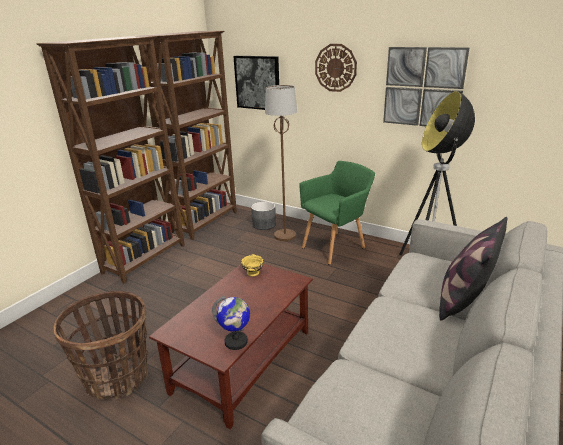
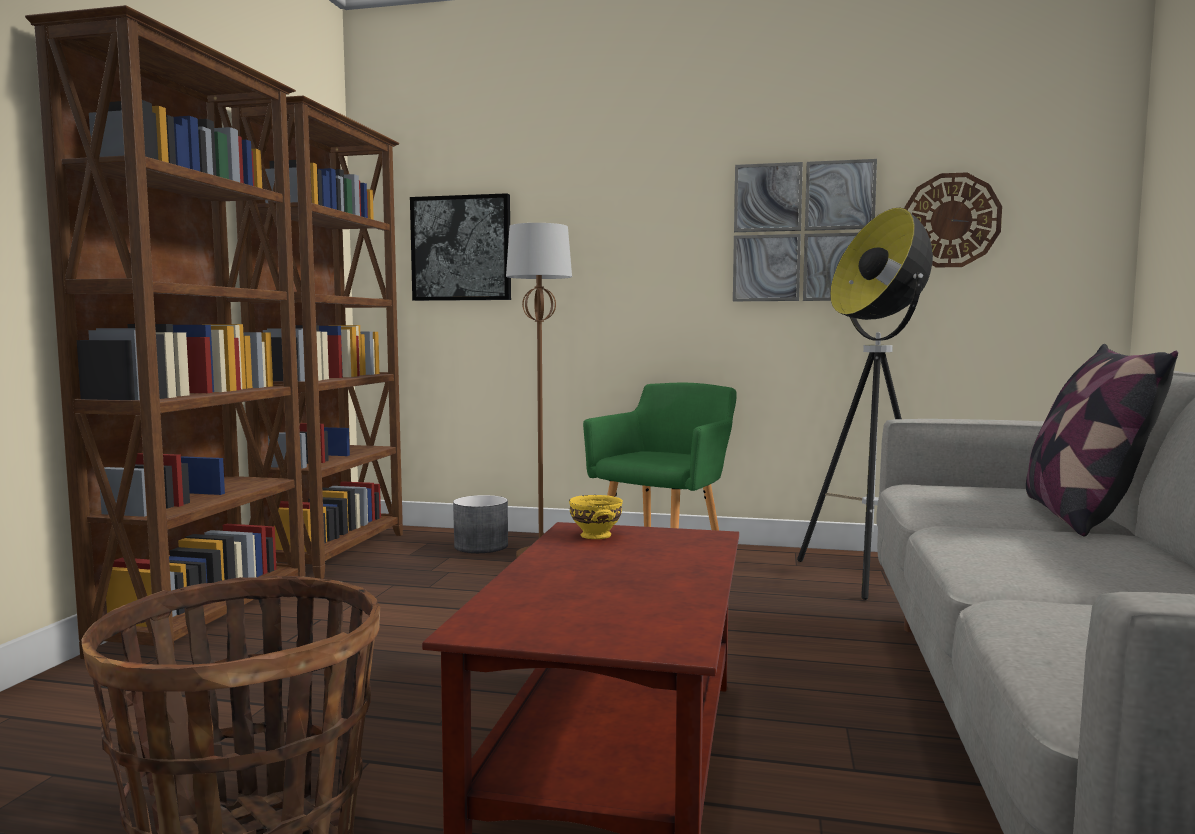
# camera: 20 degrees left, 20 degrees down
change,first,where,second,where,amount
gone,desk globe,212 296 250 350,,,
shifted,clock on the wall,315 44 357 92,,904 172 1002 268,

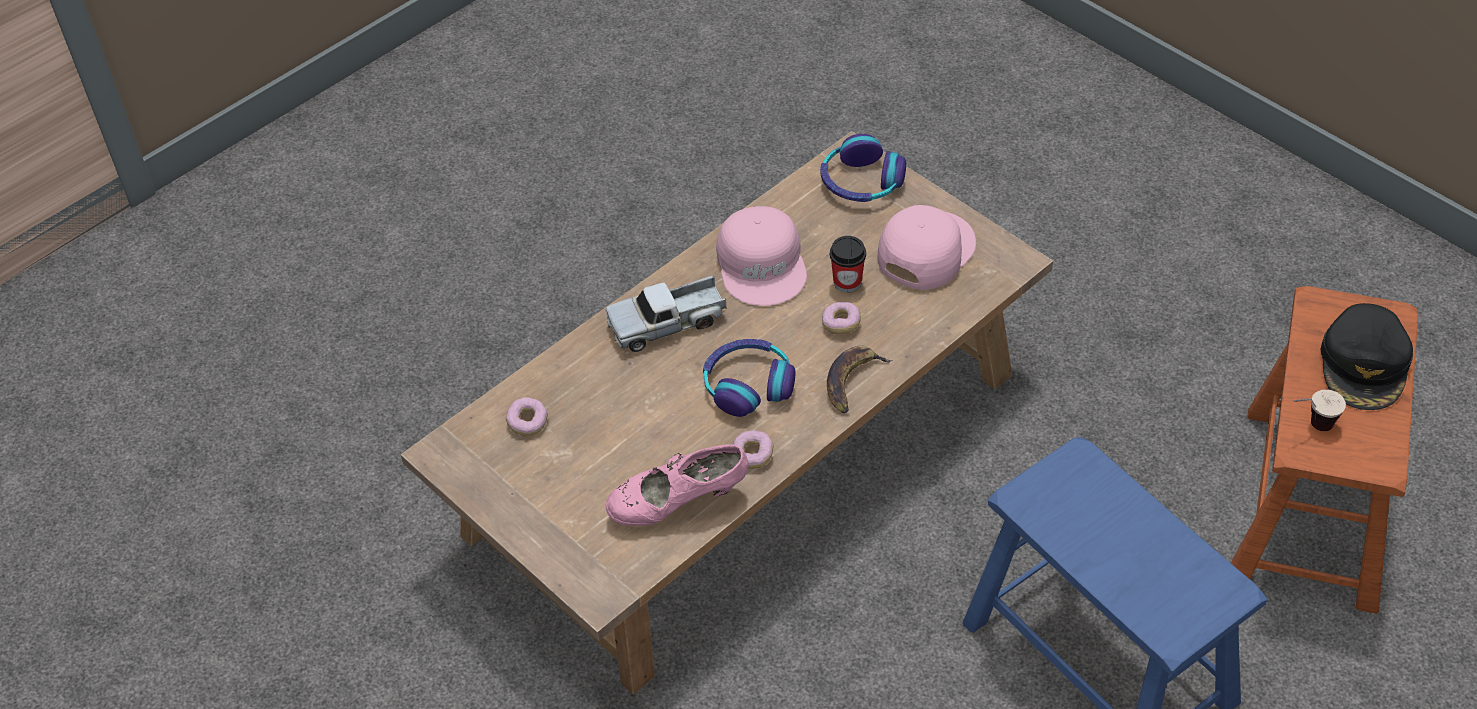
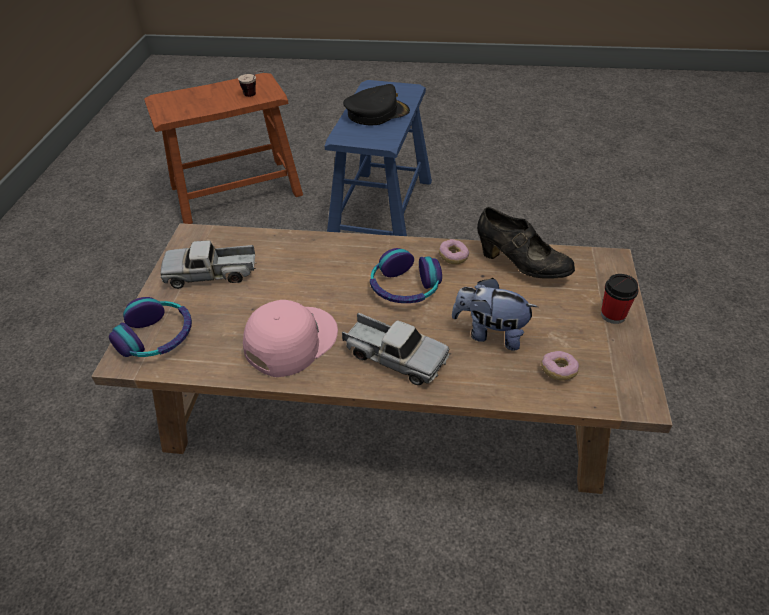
# camera: 130 degrees left, 5 degrees down
change,first,where,second,where,amount
repainted,pink item of footwear,606 444 749 526,black-coloured item of footwear,477 207 575 279,
gone,donut,822 302 861 334,,,
gone,banana,827 346 892 413,,,
shifted,drinking cup,830 236 866 293,,601 274 639 324,
swapped,pink baseball cap,878 205 976 290,toy truck,160 241 257 289,
shifted,black-coloured baseball cap,1321 303 1413 410,,343 84 410 125,
new,,,cuddly toy,452 278 538 351,

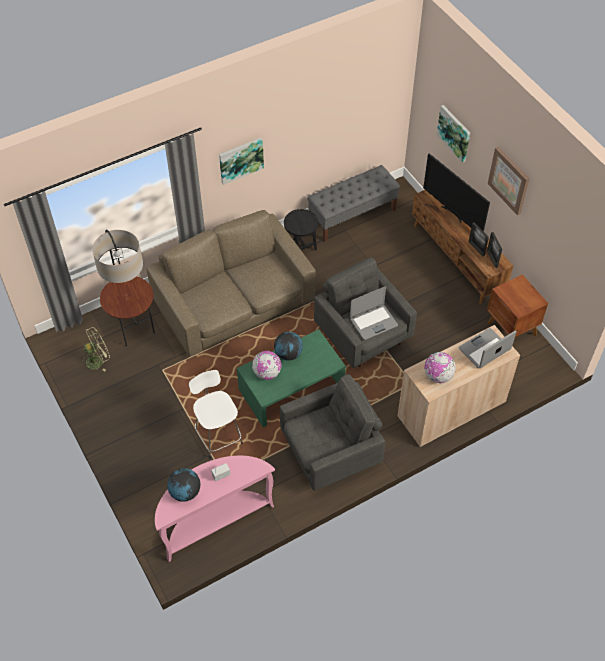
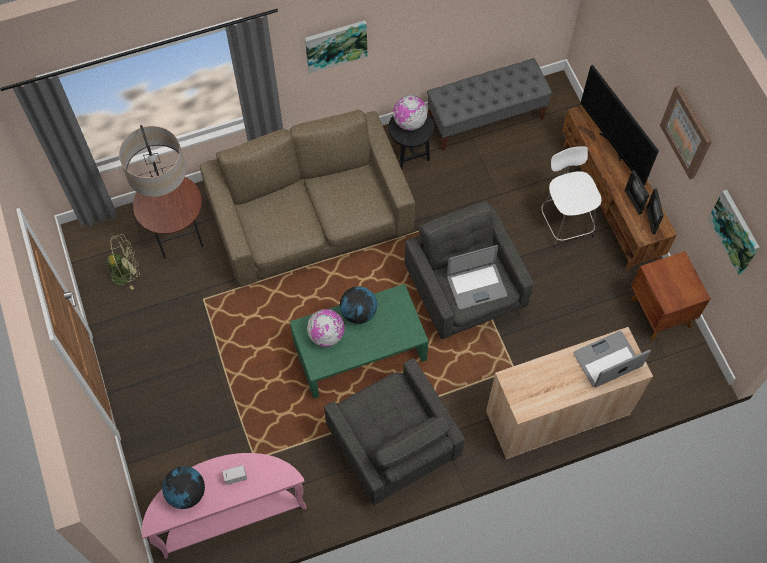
# camera: 10 degrees right, 10 degrees up
change,first,where,second,where,amount
shifted,white-coloured stool seat,189 370 243 459,,539 146 602 248,
rotated,grey lounge chair,280 374 385 491,,324 358 465 505,75 degrees clockwise
shifted,desk globe,424 352 456 383,,393 95 428 131,
shifted,picture,437 105 470 163,,708 190 759 275,

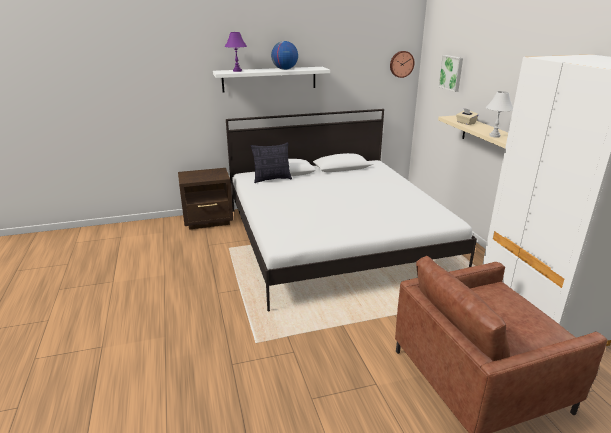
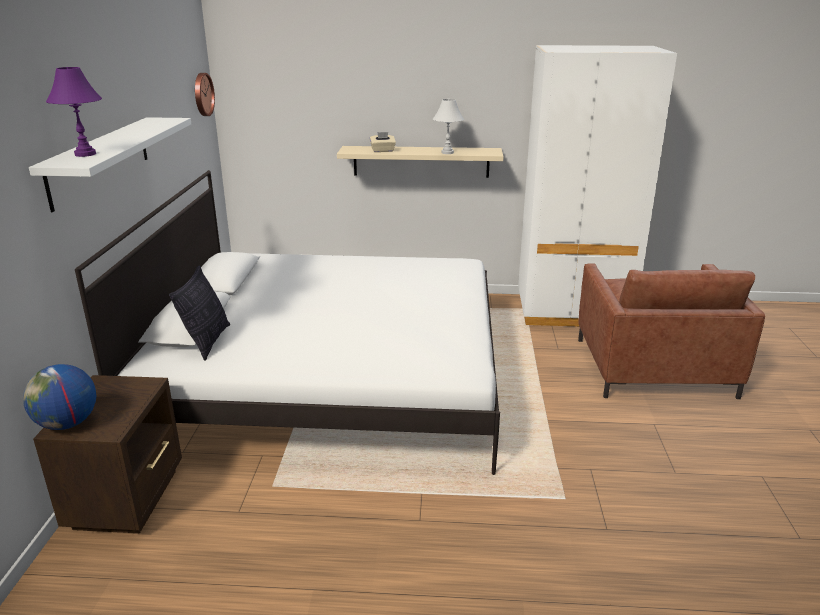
# camera: 70 degrees left, 0 degrees up
change,first,where,second,where,amount
shifted,desk globe,271 41 298 70,,23 364 96 430,
gone,picture,438 55 463 92,,,

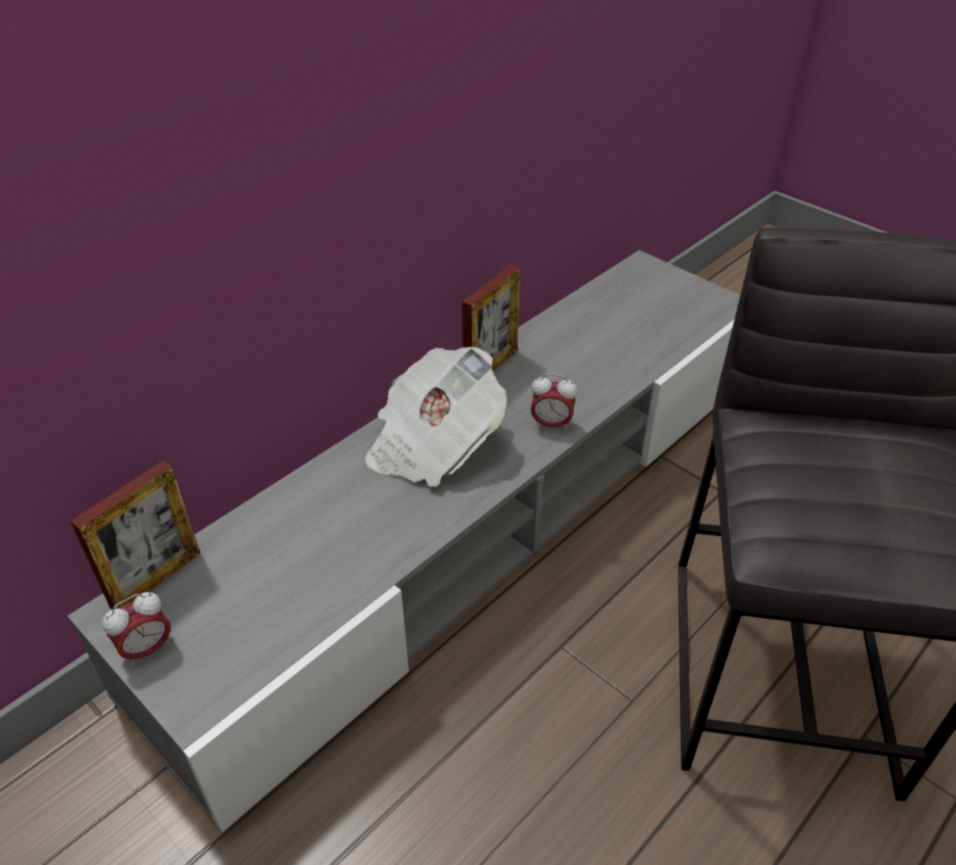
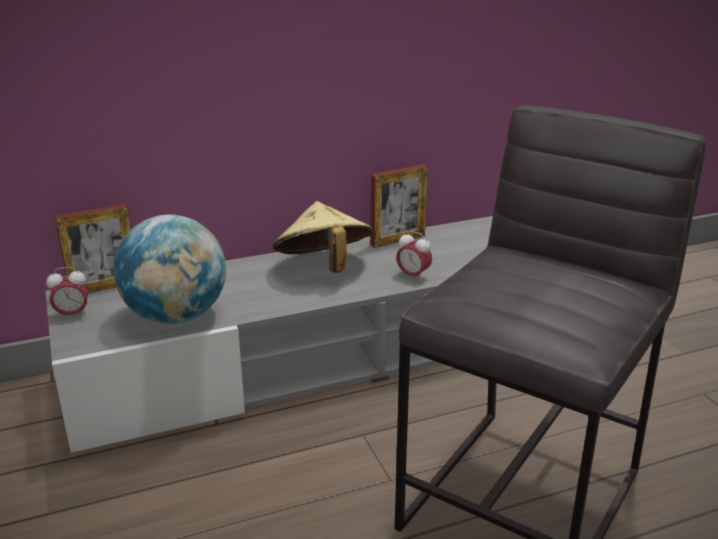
# camera: 25 degrees right, 15 degrees down
change,first,where,second,where,amount
swapped,printed paper,365 347 507 487,sand-coloured hat,273 201 373 273,
new,,,desk globe,113 215 226 324,

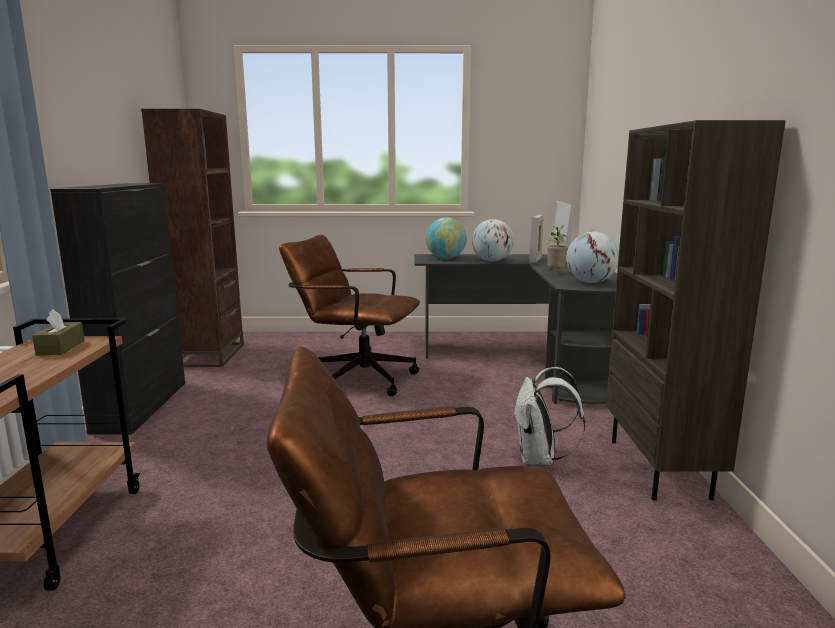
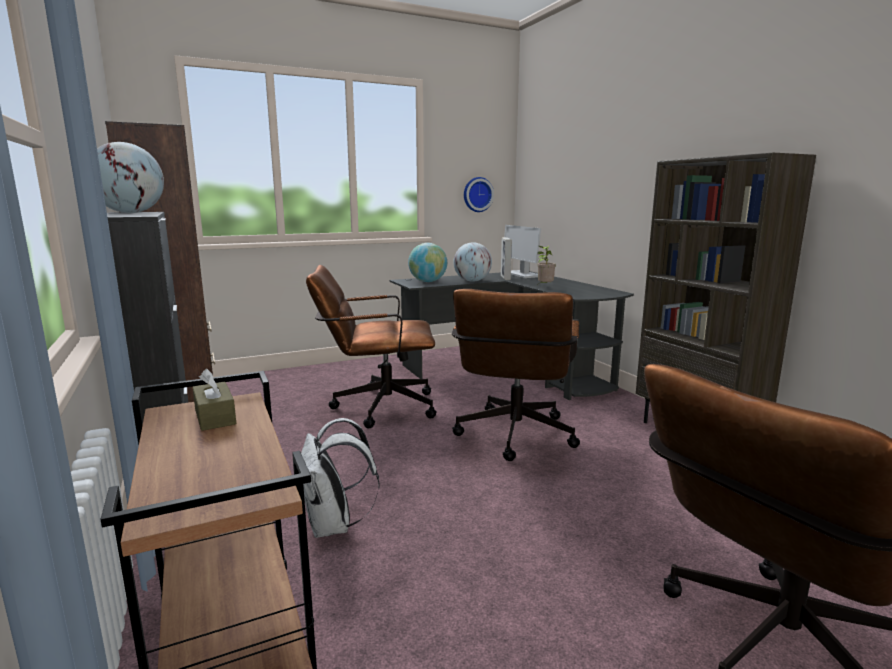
# camera: 25 degrees left, 0 degrees up
change,first,where,second,where,amount
shifted,white-coloured rucksack,513 367 586 465,,301 418 380 538,
shifted,desk globe,566 232 619 283,,97 142 164 213,
new,,,brown-coloured office chair,452 289 580 461,
new,,,clock on the wall,464 177 494 212,

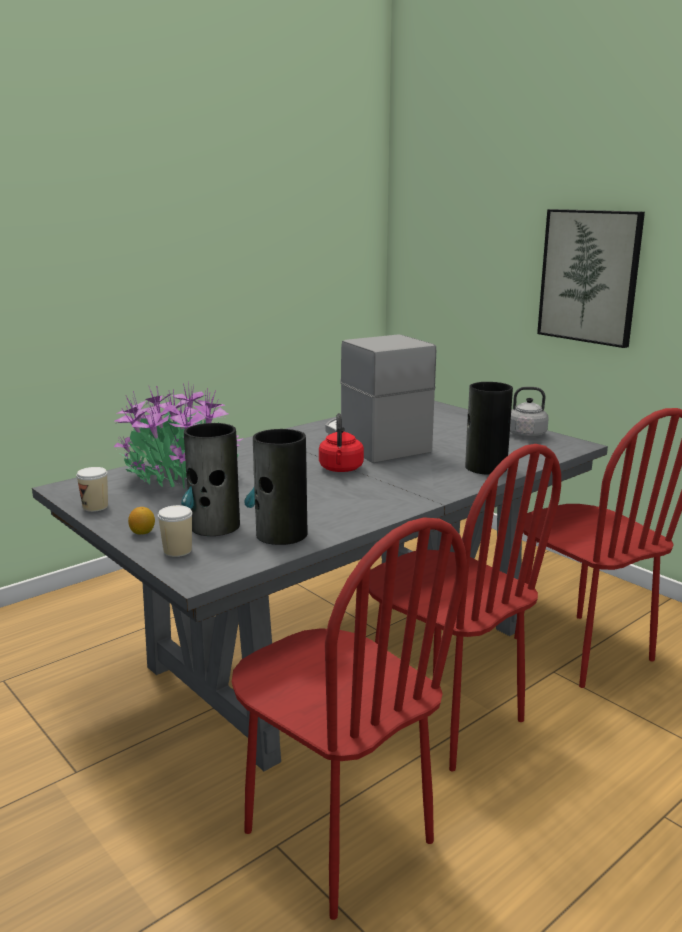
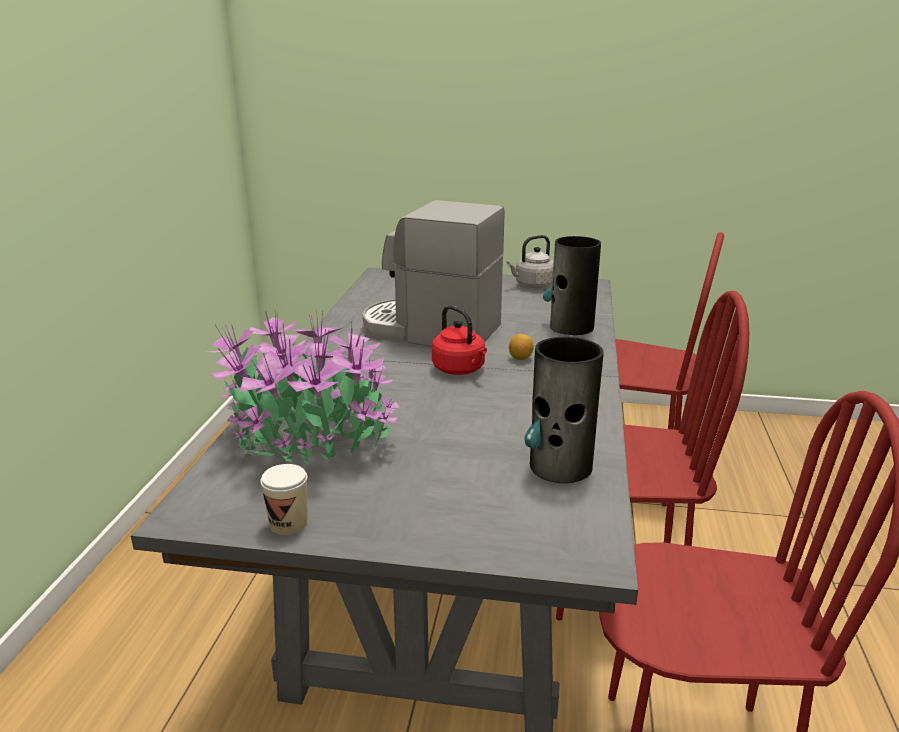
# camera: 40 degrees left, 5 degrees up
change,first,where,second,where,amount
shifted,whole lemon,128 507 155 534,,509 334 534 360,
gone,drinking cup,158 505 192 557,,,
gone,decorative vase,181 423 240 536,,,
gone,picture,537 209 645 348,,,

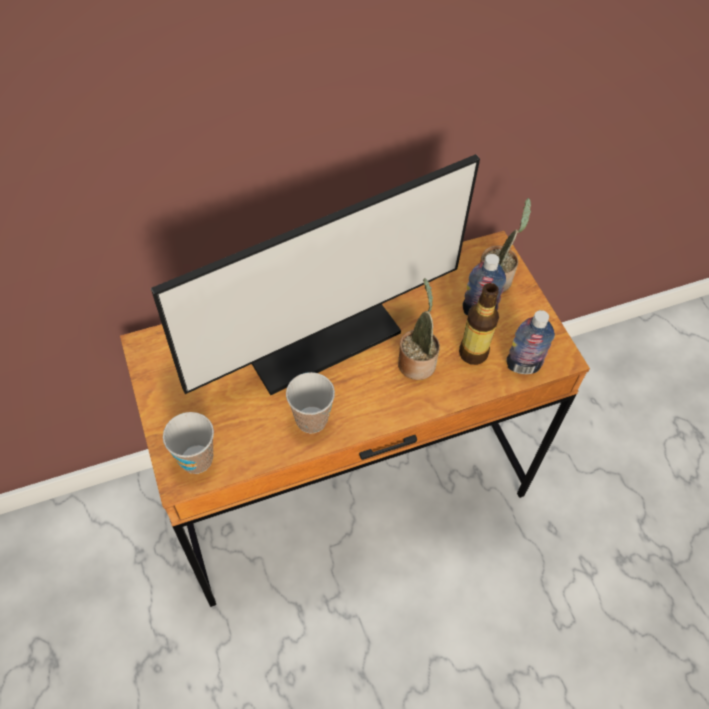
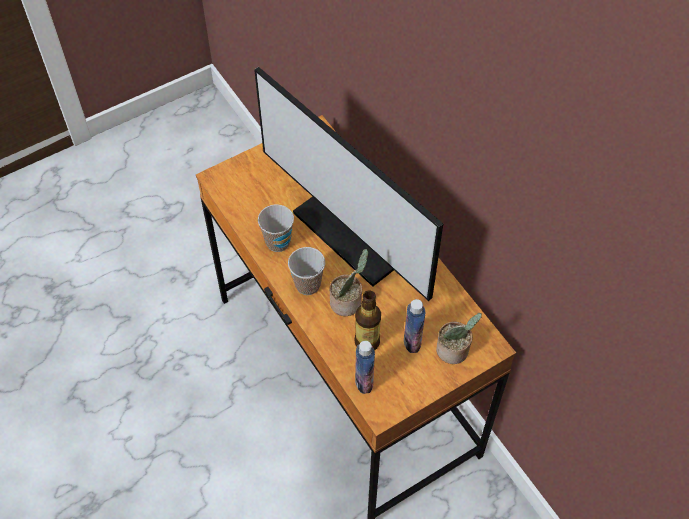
# camera: 80 degrees right, 0 degrees up
change,first,where,second,where,amount
shifted,drinking cup,163 412 214 474,,288 247 325 295,

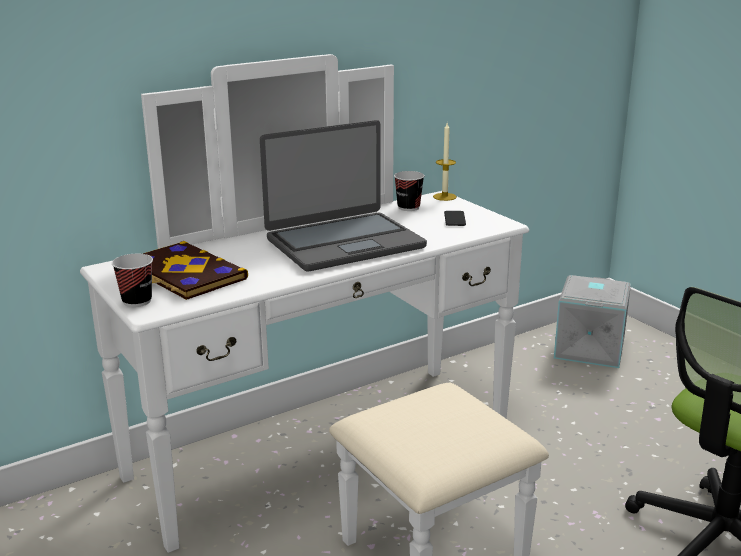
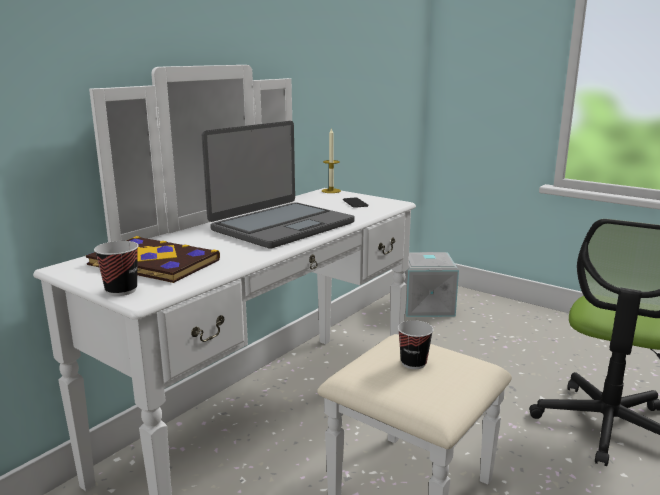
# camera: 20 degrees left, 5 degrees down
change,first,where,second,where,amount
shifted,drinking cup,394 171 425 211,,398 320 434 369,

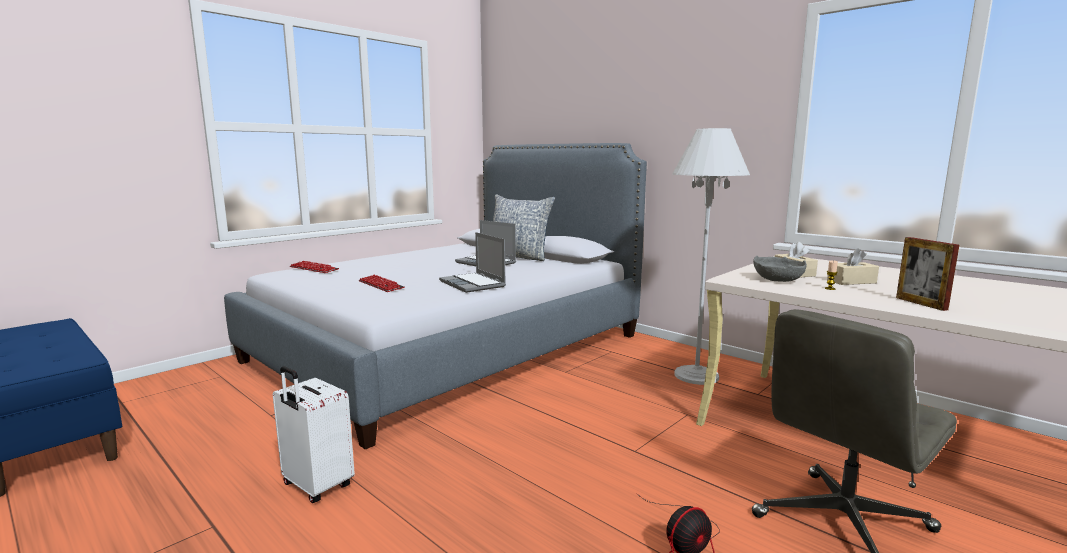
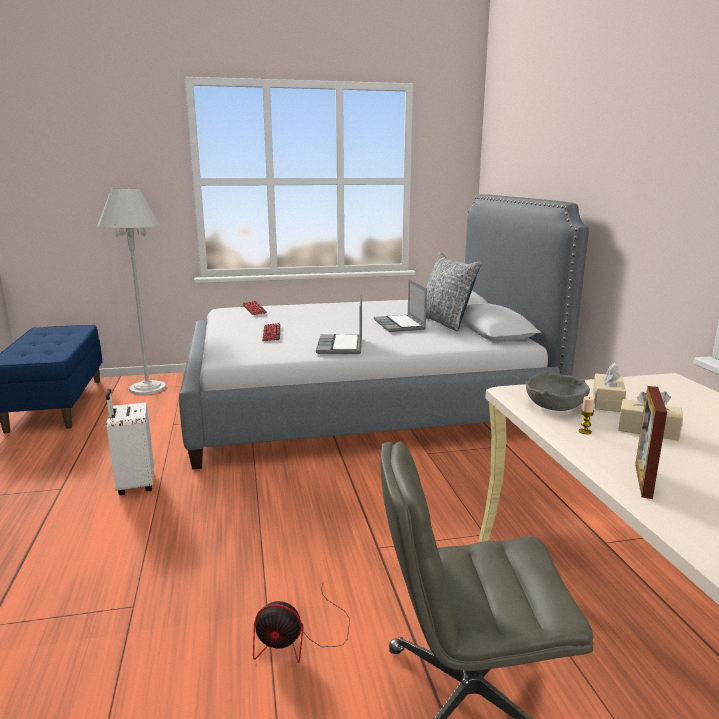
# camera: 35 degrees right, 5 degrees up
change,first,where,second,where,amount
shifted,white-coloured floor lamp,672 128 750 385,,97 188 166 395,

